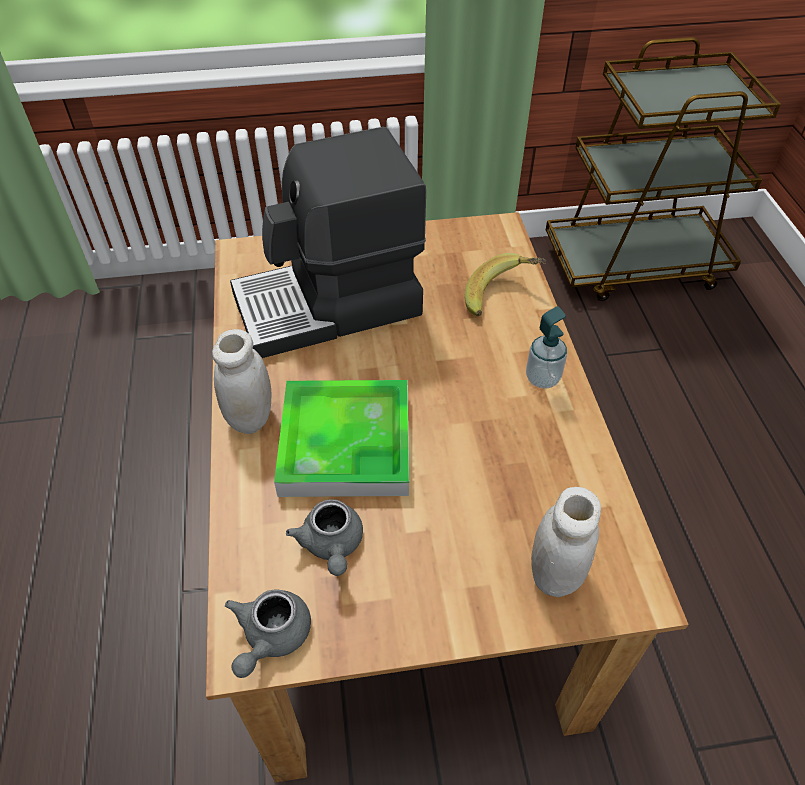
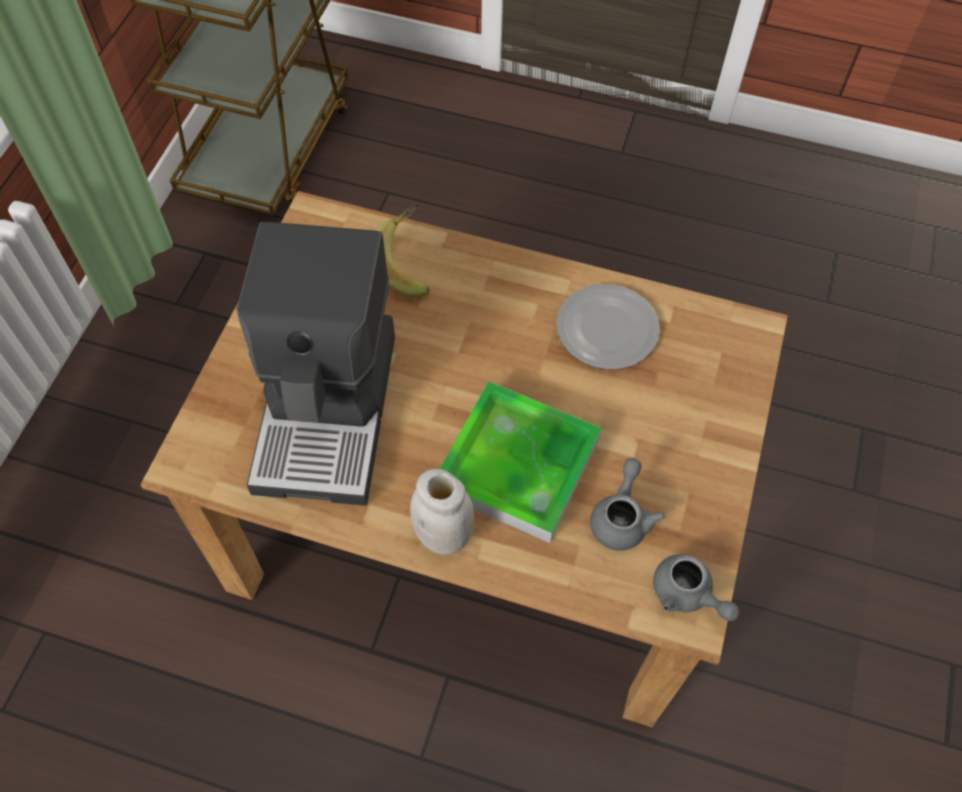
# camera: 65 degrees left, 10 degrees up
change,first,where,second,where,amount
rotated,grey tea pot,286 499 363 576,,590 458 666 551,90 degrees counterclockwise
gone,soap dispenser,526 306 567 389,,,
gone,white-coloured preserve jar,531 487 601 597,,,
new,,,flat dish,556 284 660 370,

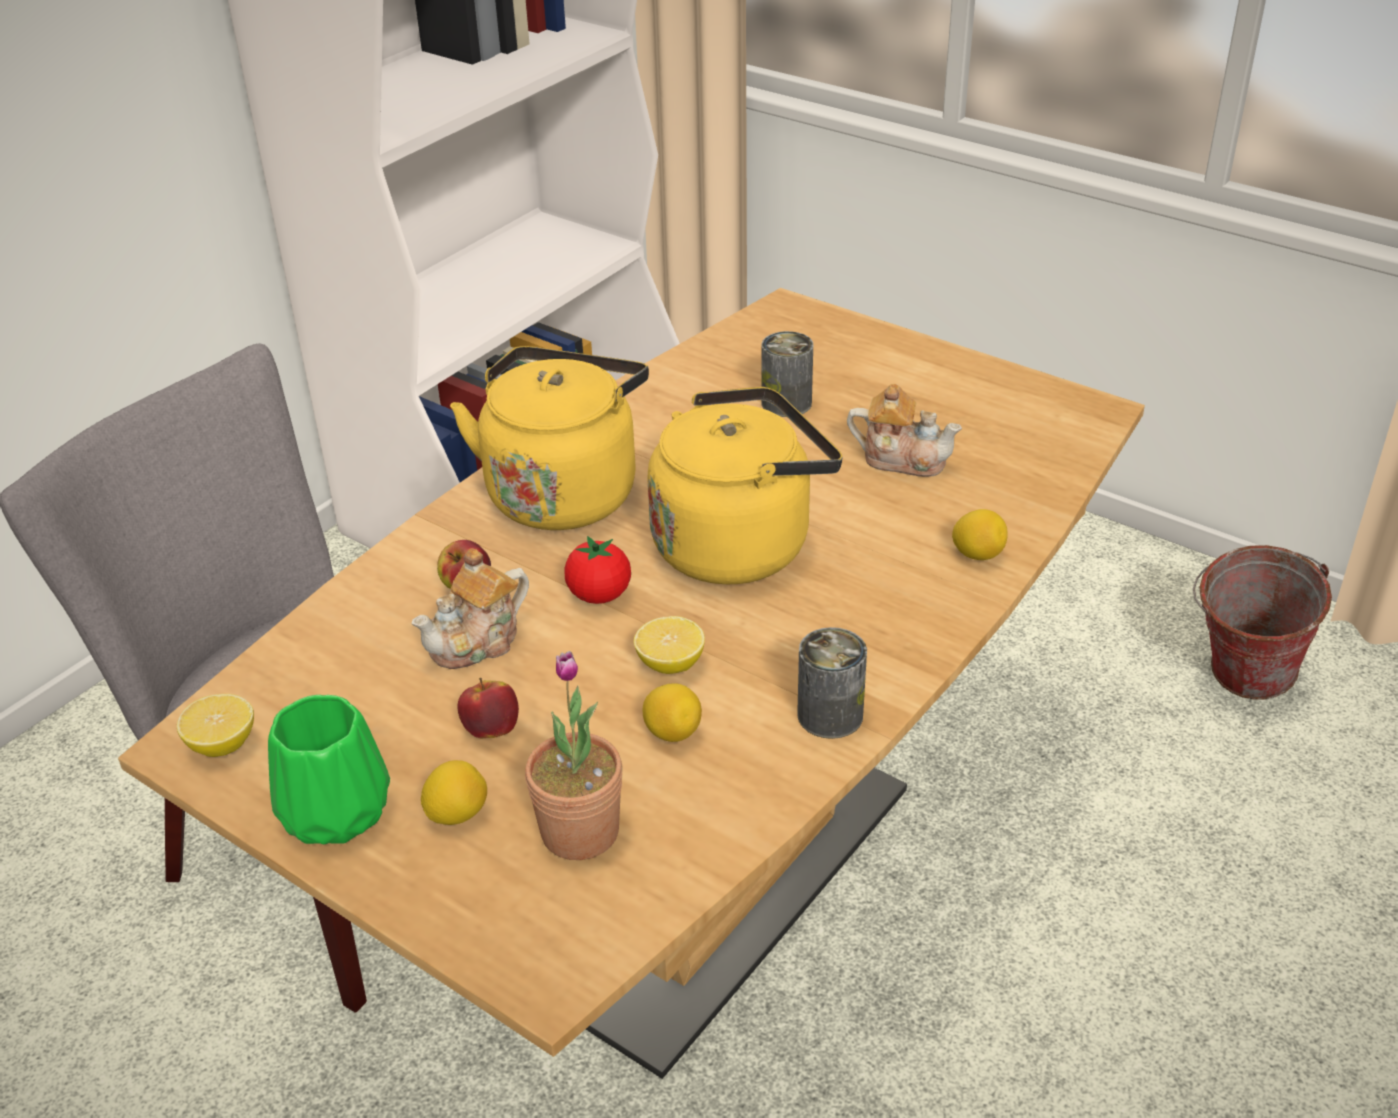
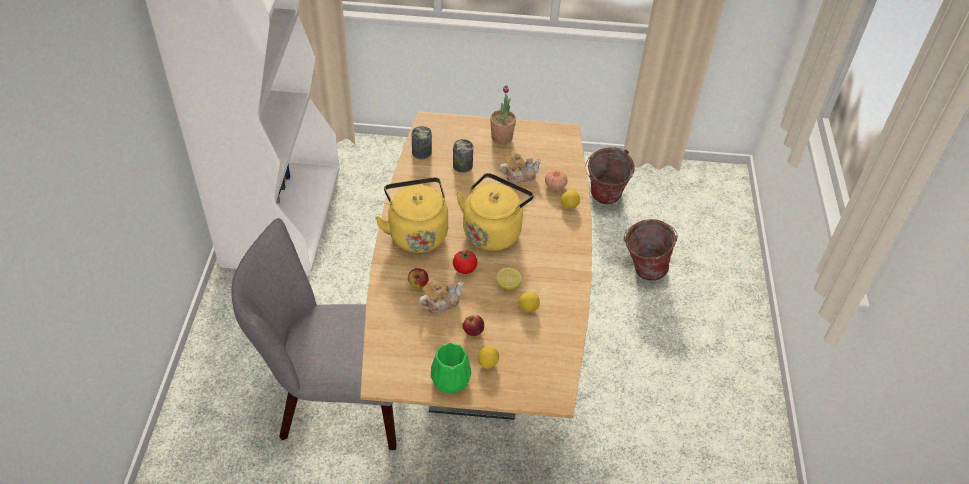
# camera: 35 degrees left, 10 degrees up
change,first,where,second,where,amount
gone,whole lemon,177 694 254 757,,,
rotated,tea pot,412 548 529 669,,418 280 464 314,135 degrees counterclockwise
shifted,plant in a pot,525 651 623 860,,490 85 516 144,
shifted,metal can,797 627 867 739,,411 126 432 159,
new,,,tomato,545 170 567 190,
new,,,water bucket,624 219 678 281,

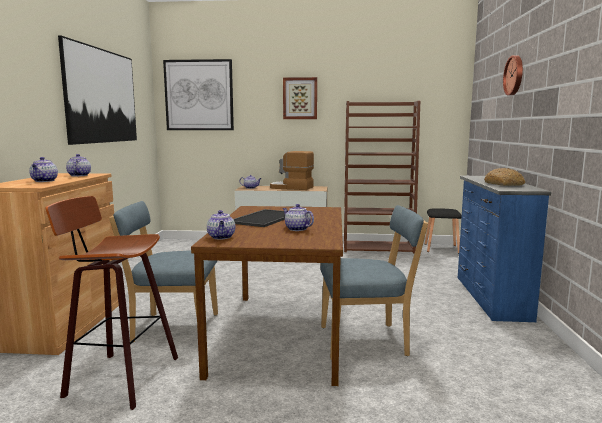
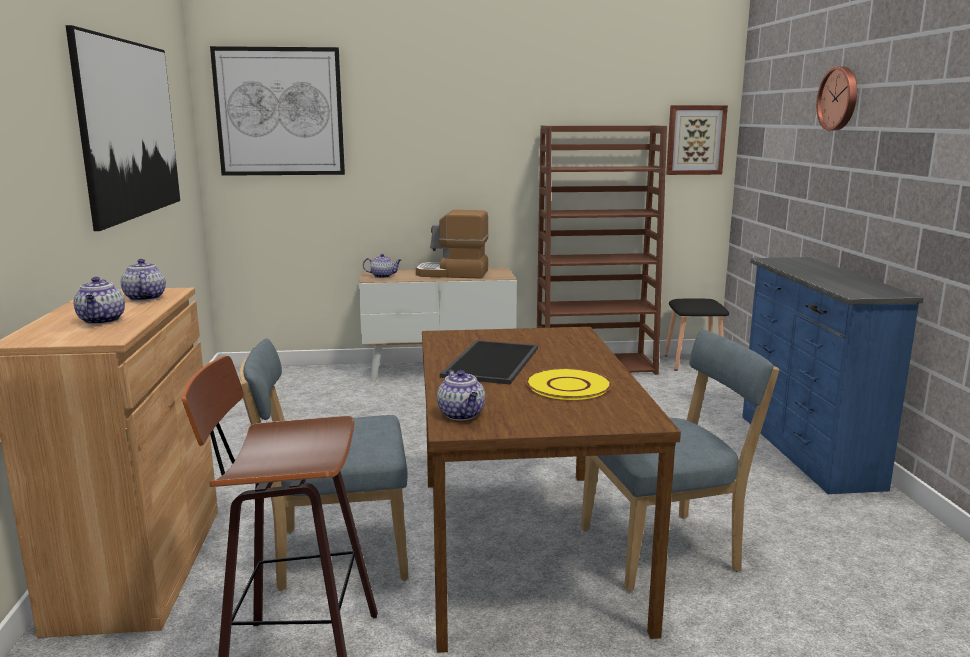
# camera: 10 degrees left, 5 degrees up
change,first,where,second,where,amount
swapped,tea pot,282 204 314 231,yellow flat dish,526 369 612 400,
shifted,picture,283 77 317 119,,666 105 728 175,
gone,bakery bread,484 168 525 186,,,

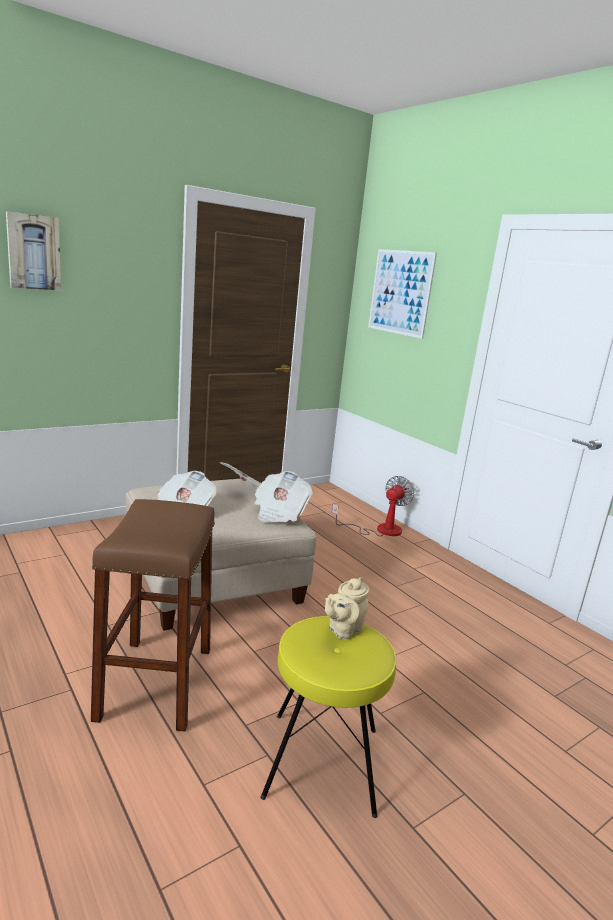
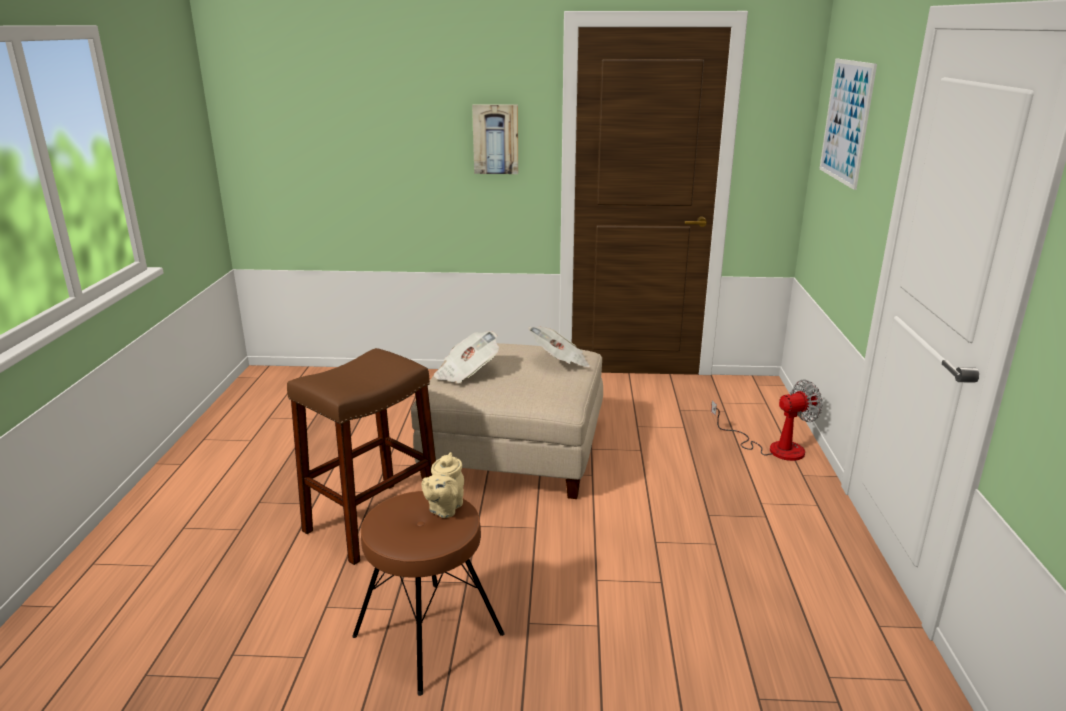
# camera: 40 degrees right, 5 degrees up
change,first,where,second,where,amount
shifted,picture,6 211 61 291,,472 104 518 174,
gone,printed paper,254 471 313 523,,,
repainted,yellow stool seat,261 616 396 818,brown-coloured stool seat,352 491 505 696,
rotated,sand-coloured tea pot,325 577 370 639,,422 452 464 518,60 degrees counterclockwise

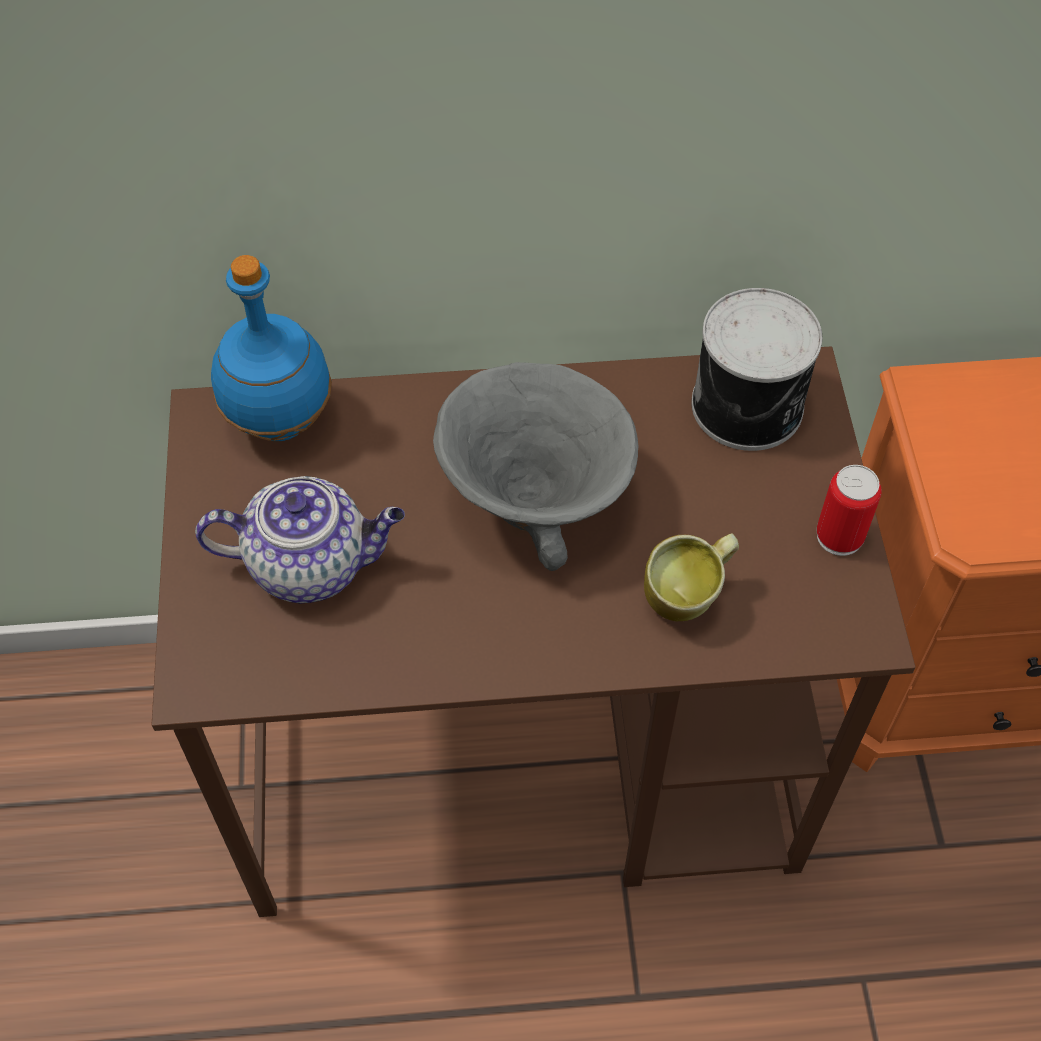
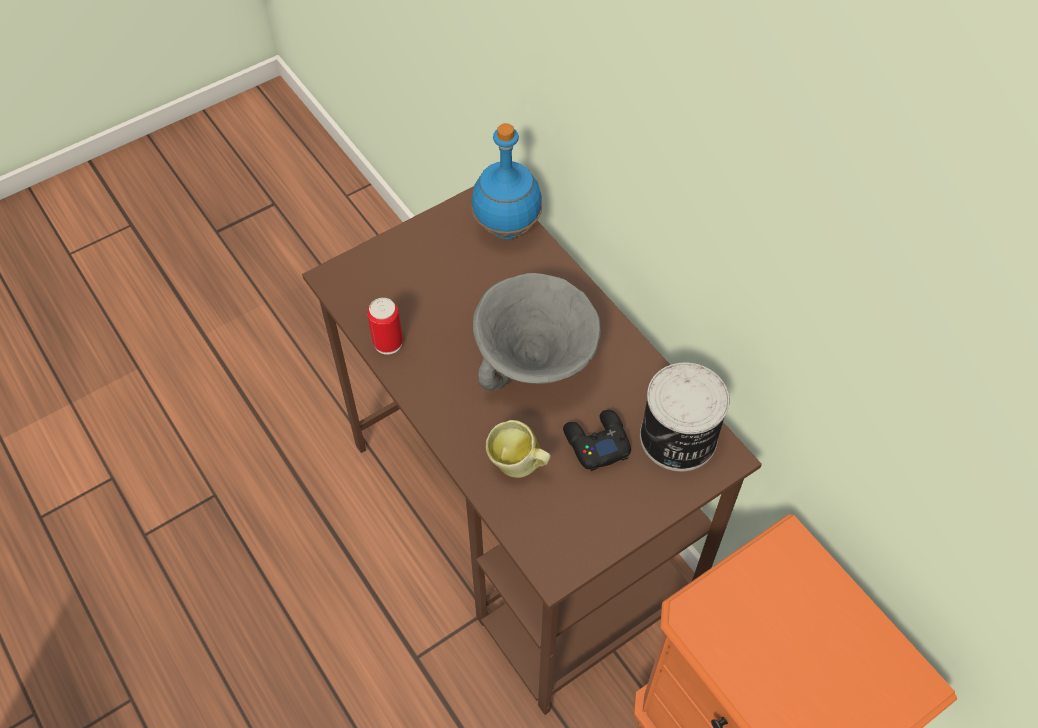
# camera: 60 degrees right, 0 degrees up
change,first,where,second,where,amount
gone,tea pot,195 476 405 604,,,
shifted,metal can,817 465 882 556,,367 298 403 355,
new,,,black-coloured gamepad,563 410 631 471,

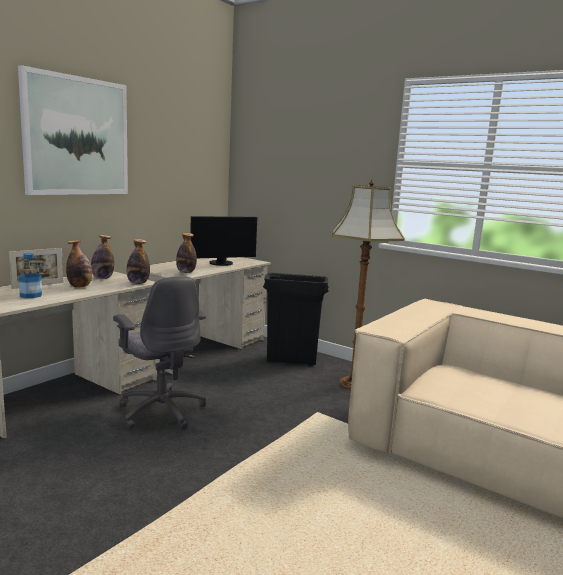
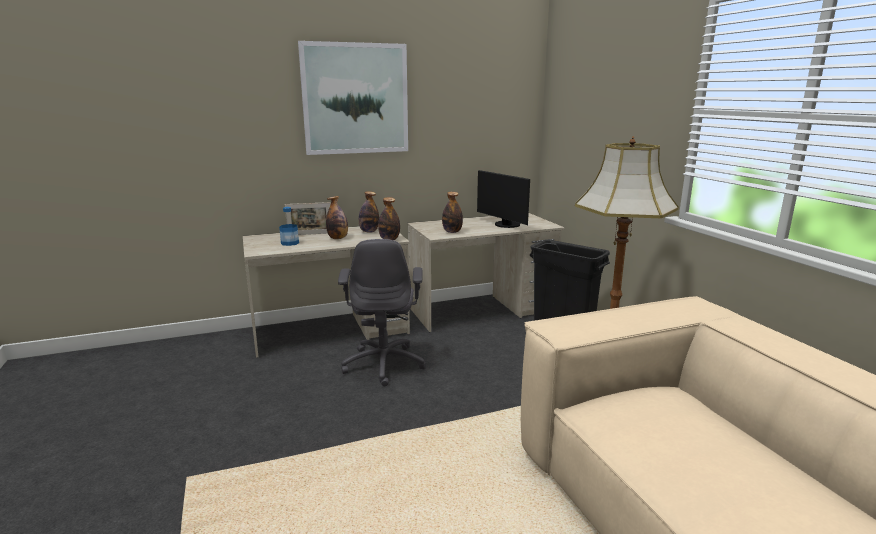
# camera: 35 degrees right, 5 degrees up
change,first,where,second,where,amount
rotated,computer display,190 216 258 266,,477 170 530 228,45 degrees clockwise

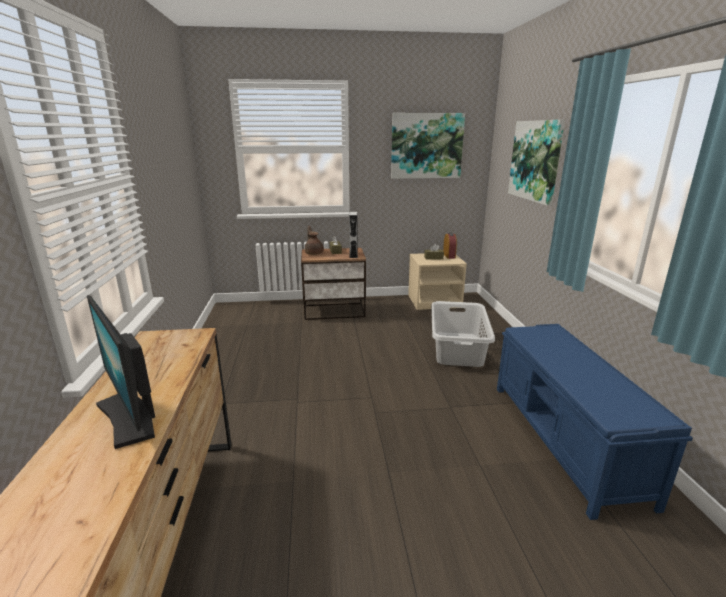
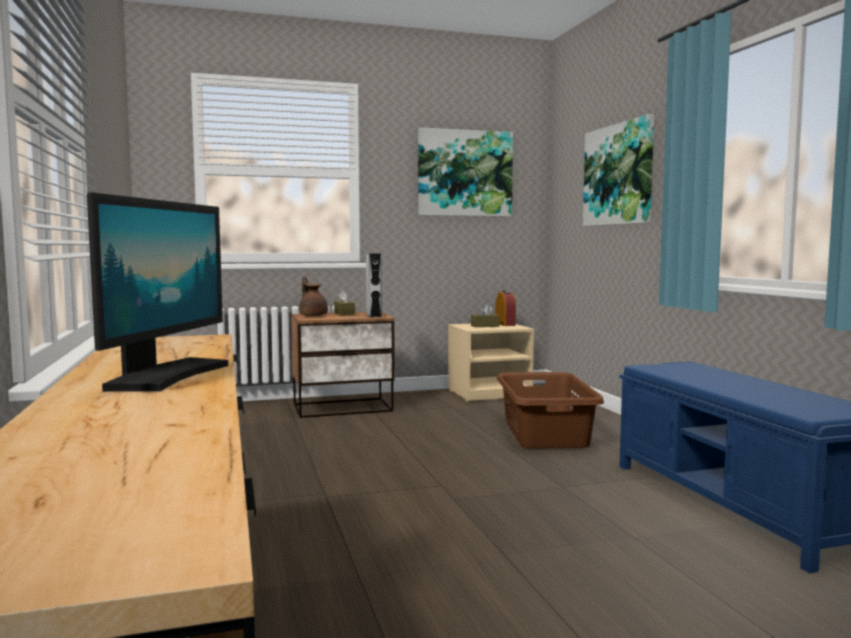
# camera: 10 degrees left, 15 degrees down
change,first,where,second,where,amount
rotated,computer display,87 295 155 449,,87 192 228 391,120 degrees counterclockwise
repainted,grey laundry basket,431 301 495 367,brown-coloured laundry basket,497 372 604 449,

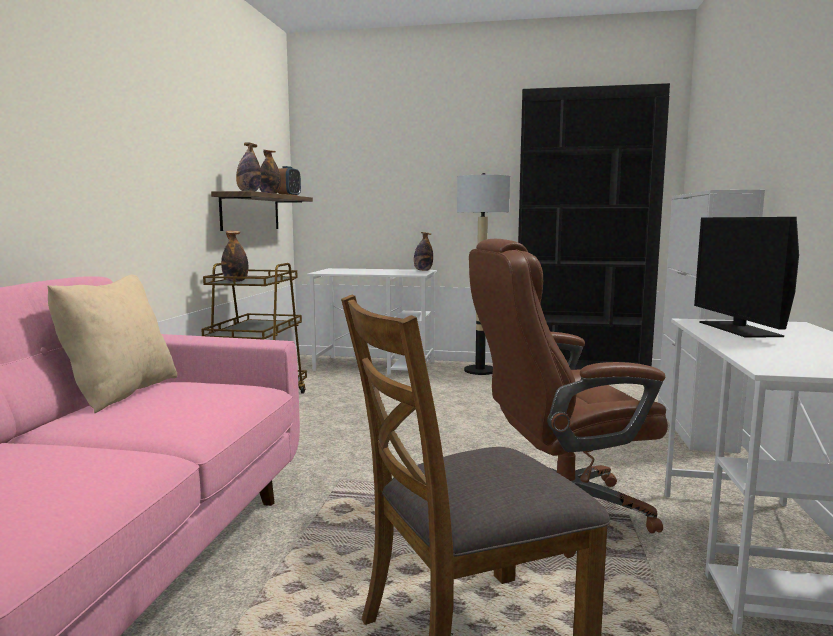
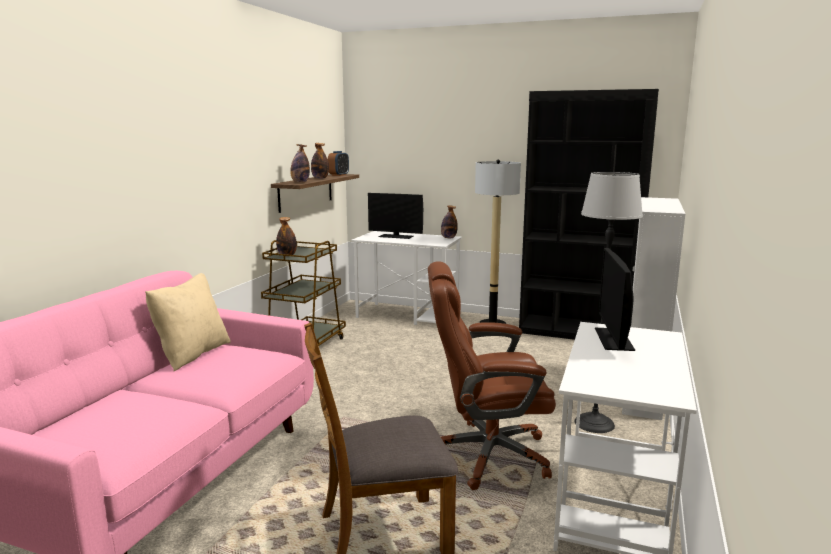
# camera: 10 degrees right, 5 degrees up
change,first,where,second,where,amount
new,,,computer display,368 193 423 239,
new,,,floor lamp,574 172 643 433,

